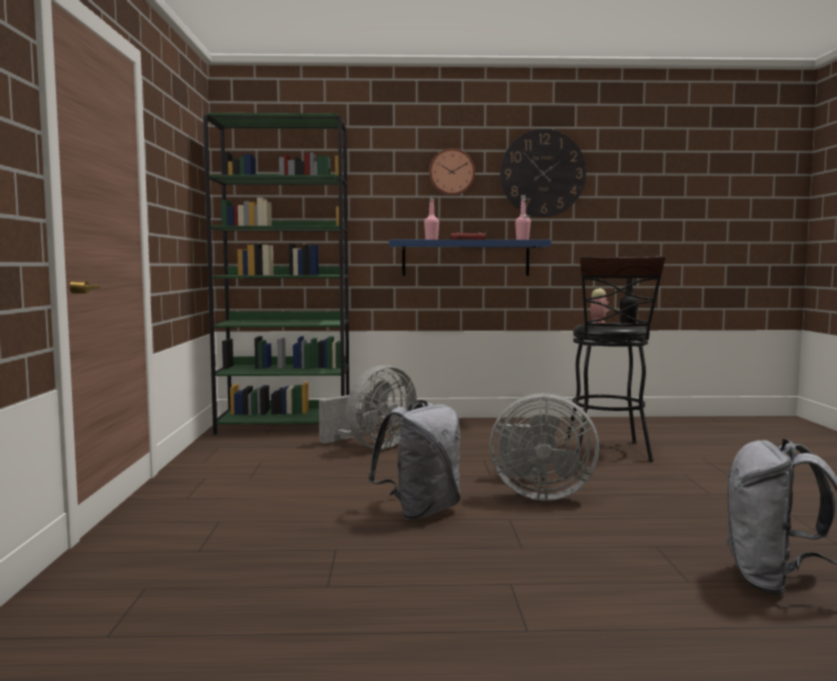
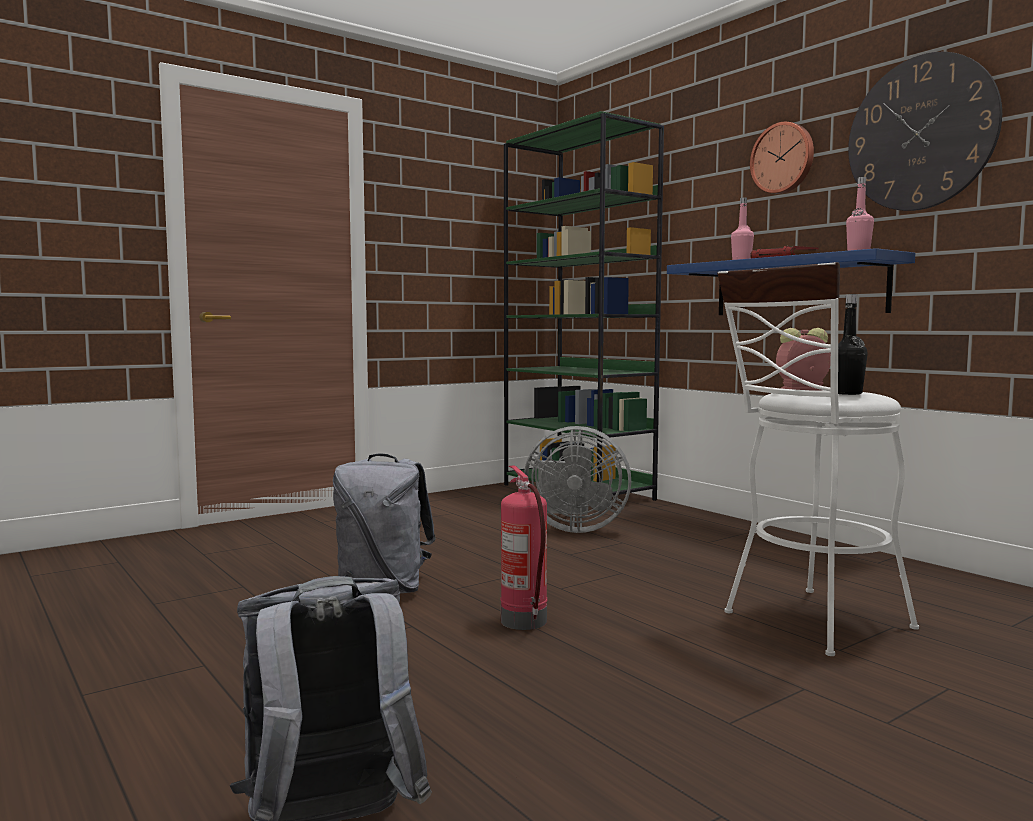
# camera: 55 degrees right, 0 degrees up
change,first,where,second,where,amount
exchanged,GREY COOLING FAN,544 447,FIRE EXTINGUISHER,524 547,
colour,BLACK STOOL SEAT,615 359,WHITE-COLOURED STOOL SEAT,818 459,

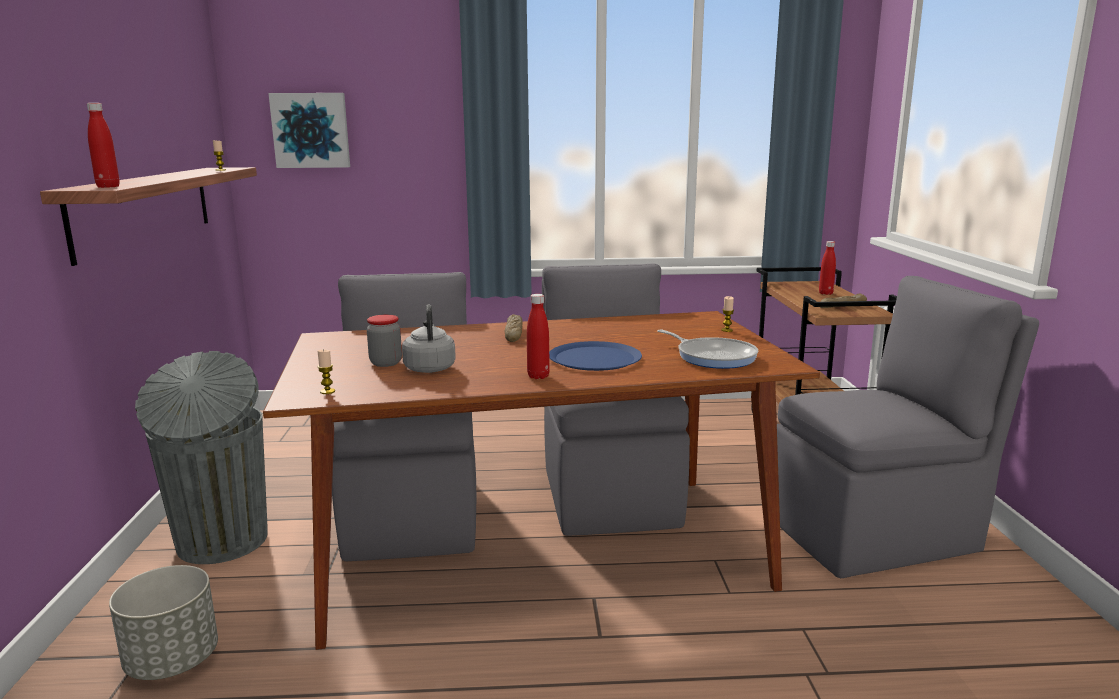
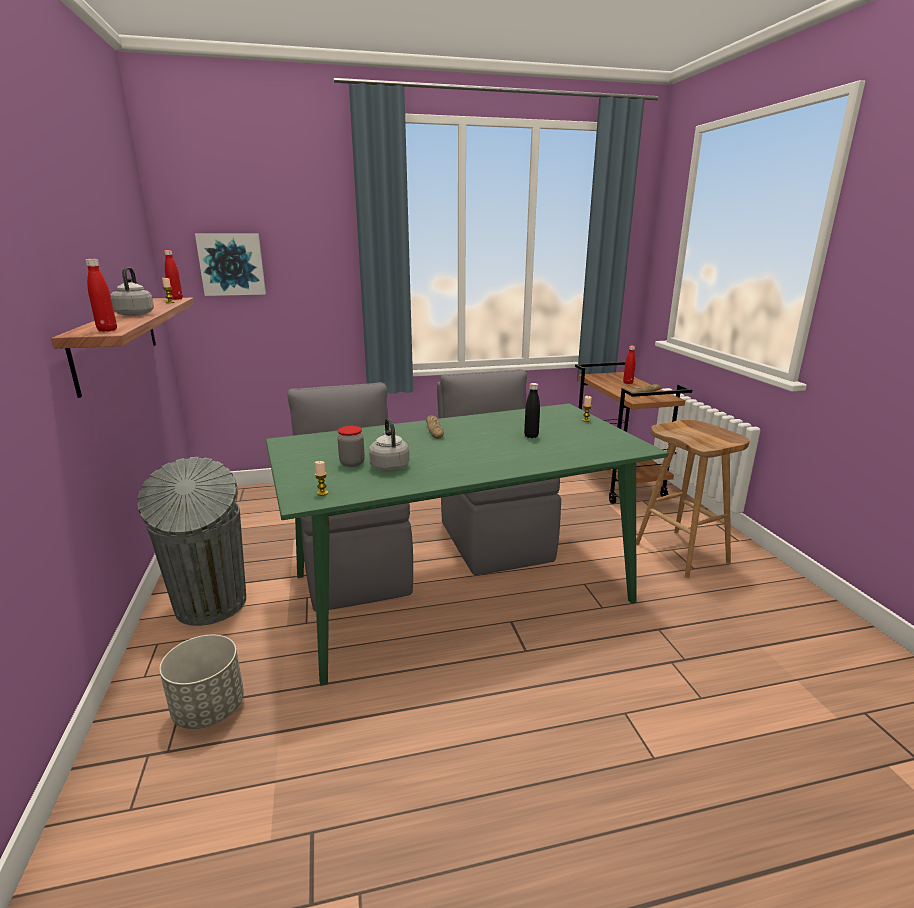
# camera: 10 degrees left, 5 degrees up
change,first,where,second,where,amount
appeared,,,GREY TEA KETTLE,132 291,
relocated,RED BOTTLE,538 336,,173 275,
colour,BROWN DINNER TABLE,541 480,GREEN DINNER TABLE,467 545,
appeared,,,BLACK BOTTLE,532 410,
exchanged,GREY PLAIN CHAIR,908 427,BROWN STOOL SEAT,693 499,
missing,BLUE-COLOURED PLATE,595 356,,,
missing,SKILLET,707 349,,,

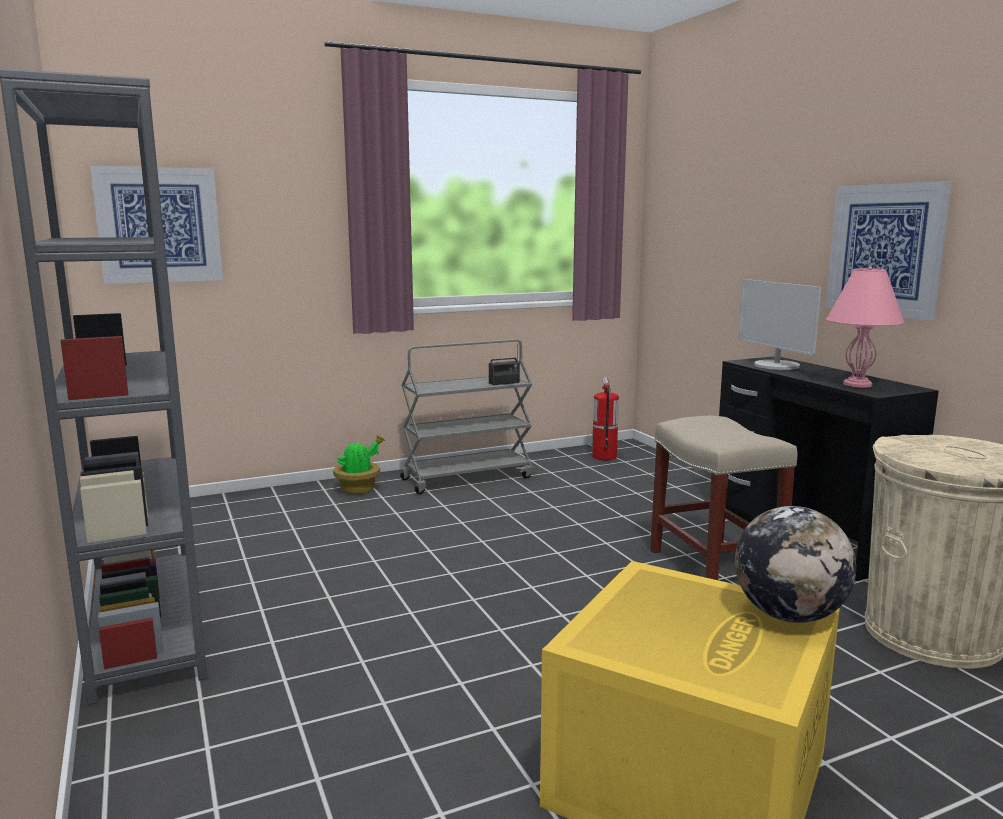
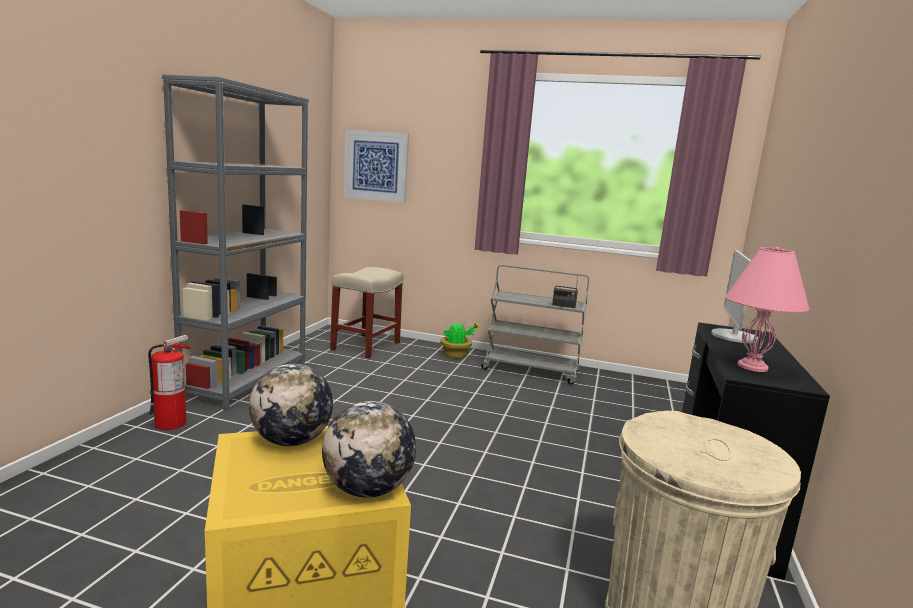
# camera: 40 degrees right, 0 degrees up
change,first,where,second,where,amount
relocated,FIRE EXTINGUISHER,605 418,,169 382,
appeared,,,WORLD GLOBE,291 405,
relocated,SAND-COLOURED STOOL SEAT,723 498,,367 312,
missing,WALL ART,888 250,,,

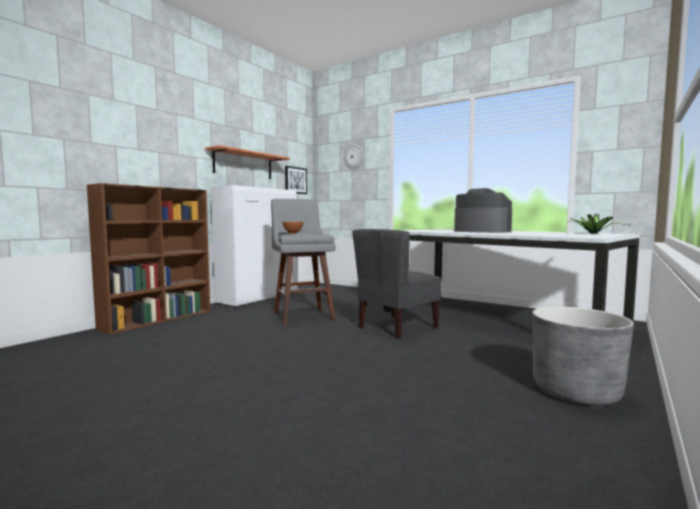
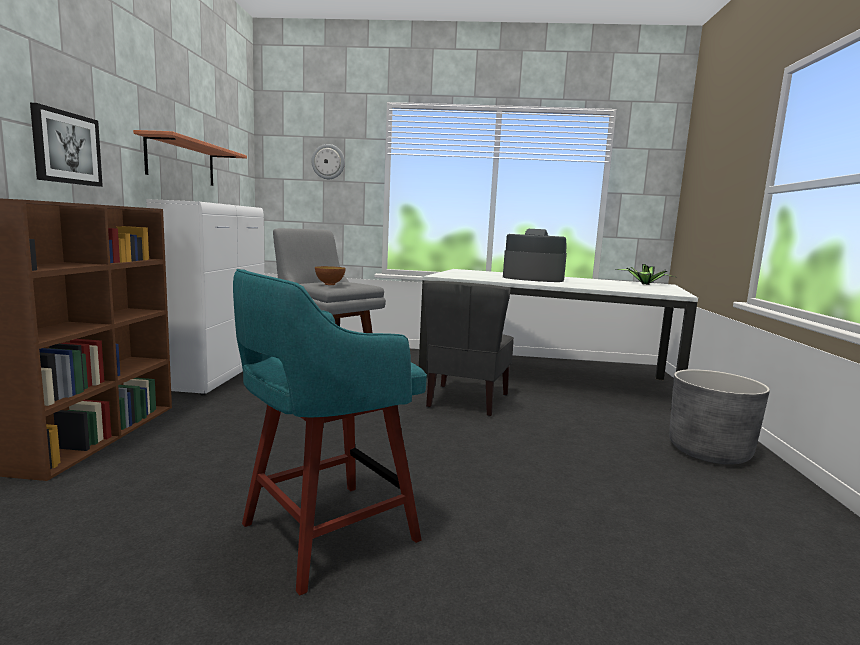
# camera: 30 degrees left, 5 degrees up
change,first,where,second,where,amount
relocated,WALL ART,296 180,,66 145,
appeared,,,BLUE-GREEN STOOL SEAT,330 432,

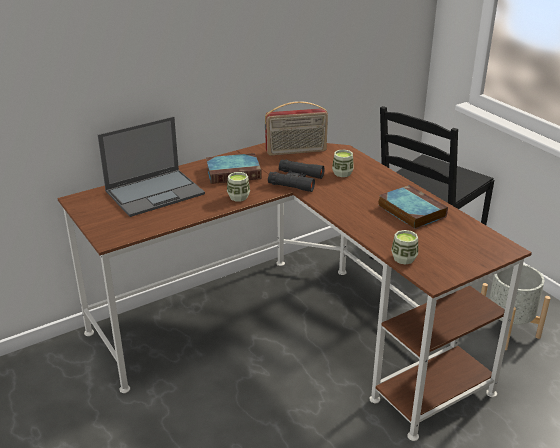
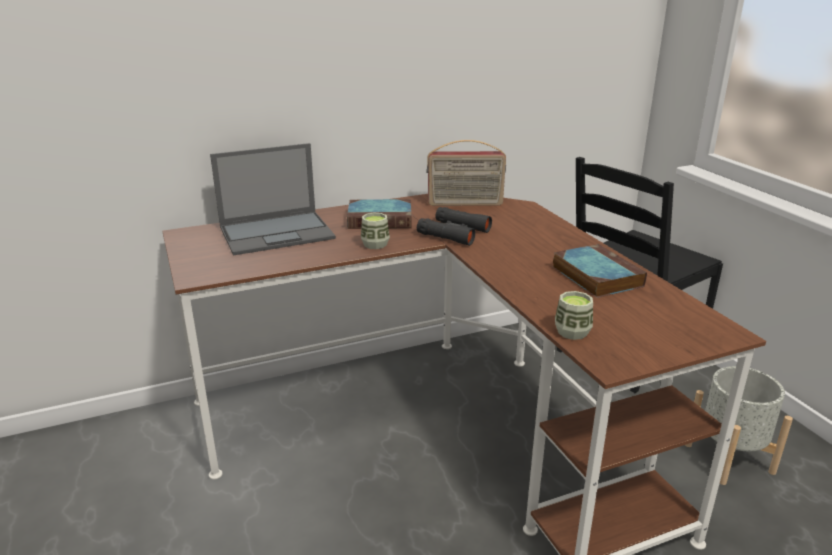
# camera: 10 degrees right, 5 degrees down
change,first,where,second,where,amount
missing,SMALL CUP,343 163,,,

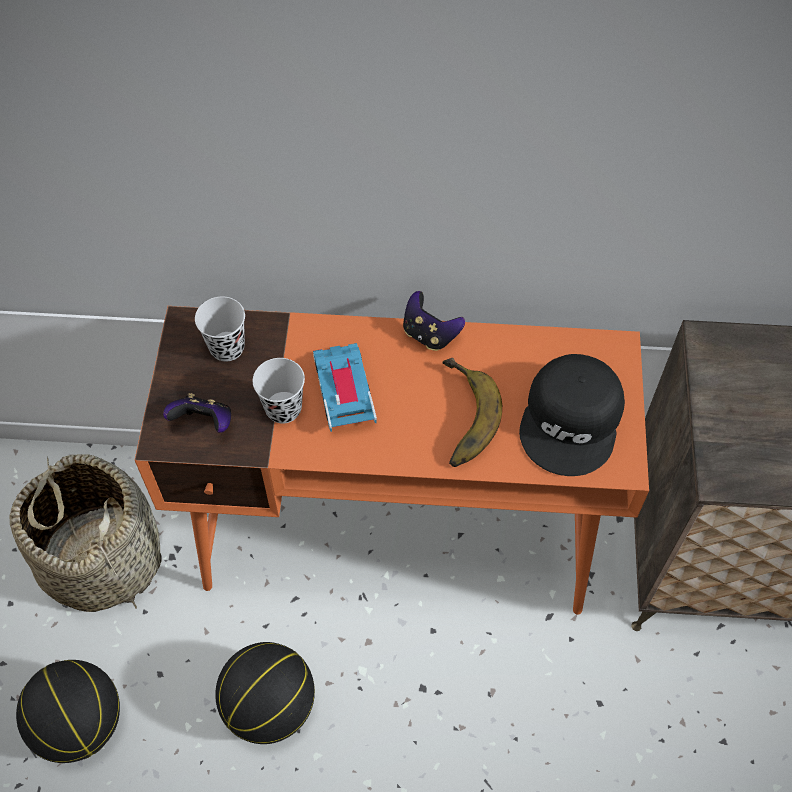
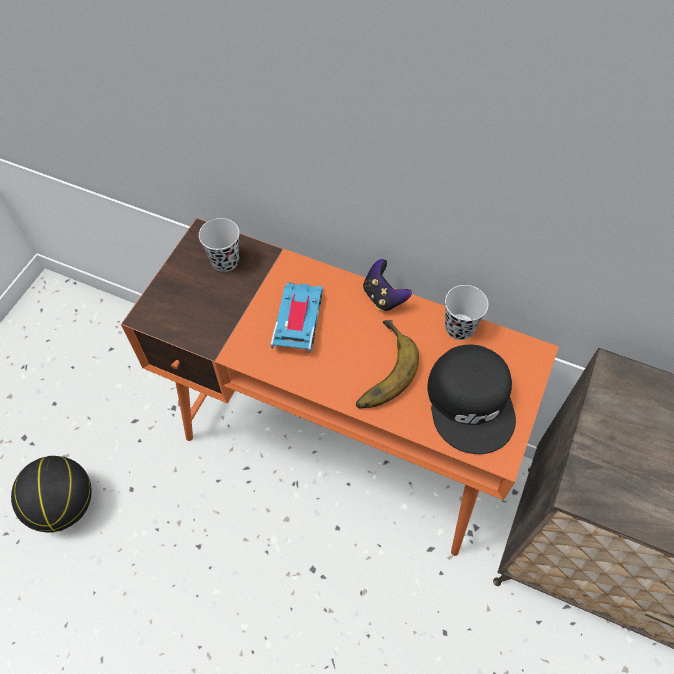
# camera: 20 degrees right, 0 degrees up
change,first,where,second,where,amount
spun,BLACK PEAKED CAP,572 415,,471 399,45 degrees counterclockwise
relocated,BLACK SMALL CUP,279 391,,466 312,
missing,STORAGE BASKET,85 533,,,
missing,JOYPAD,197 413,,,
missing,BASKETBALL BALL,265 693,,,

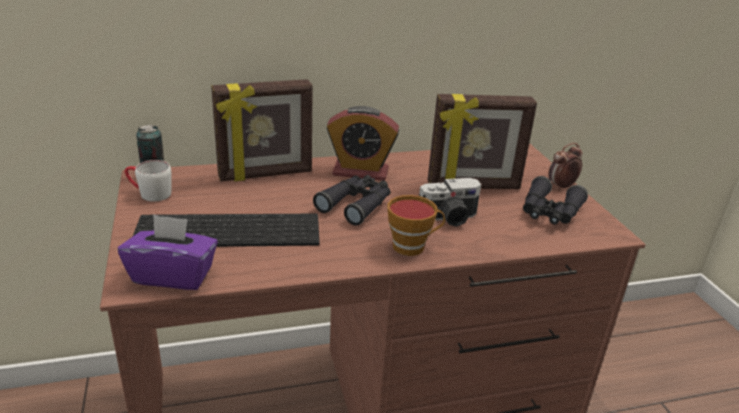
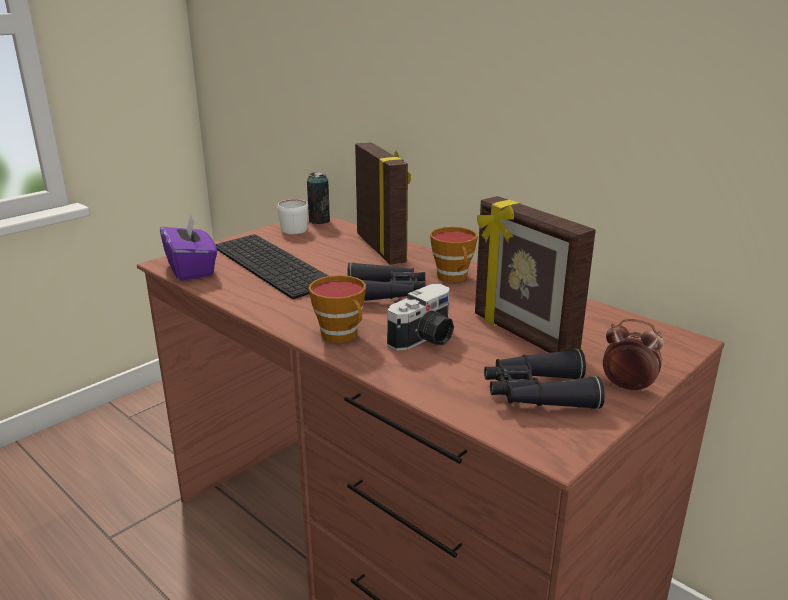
# camera: 60 degrees right, 5 degrees down
change,first,where,second,where,amount
spun,PICTURE FRAME,262 130,,383 203,150 degrees counterclockwise
spun,STILL CAMERA,450 202,,420 317,90 degrees counterclockwise
exchanged,TABLE CLOCK,362 143,SMALL CUP,454 254,

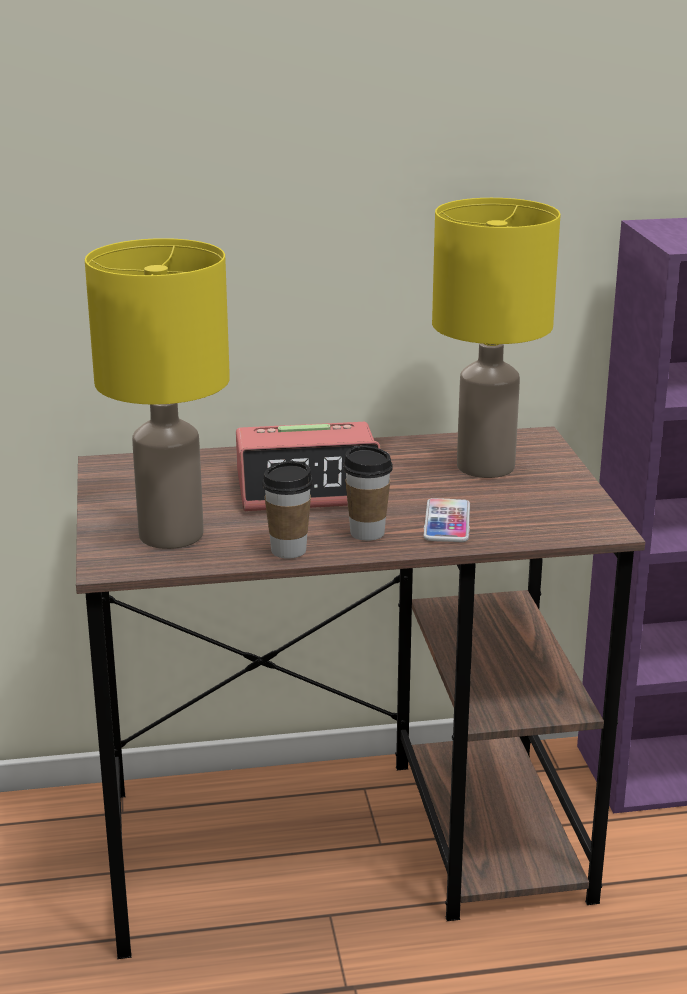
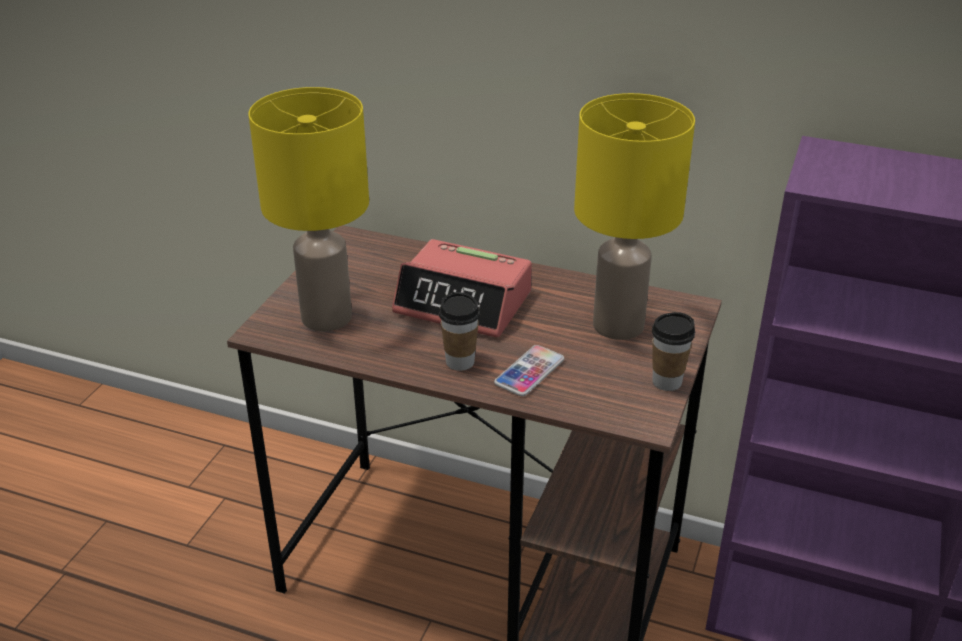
# camera: 30 degrees right, 10 degrees up
change,first,where,second,where,amount
relocated,SMALL CUP,287 510,,673 351,

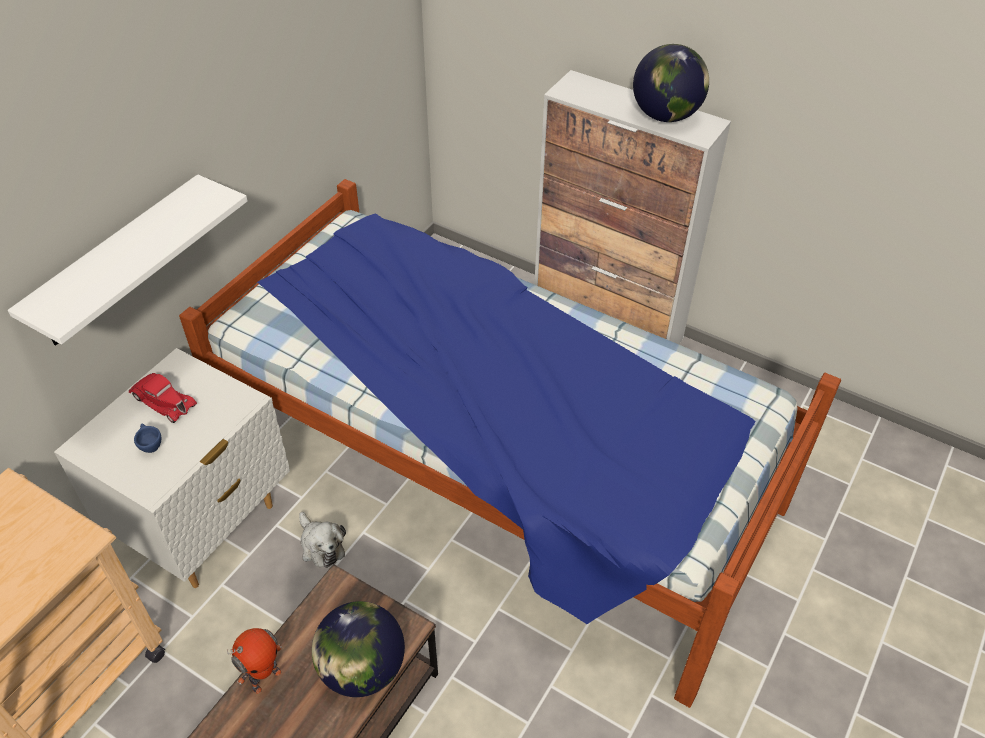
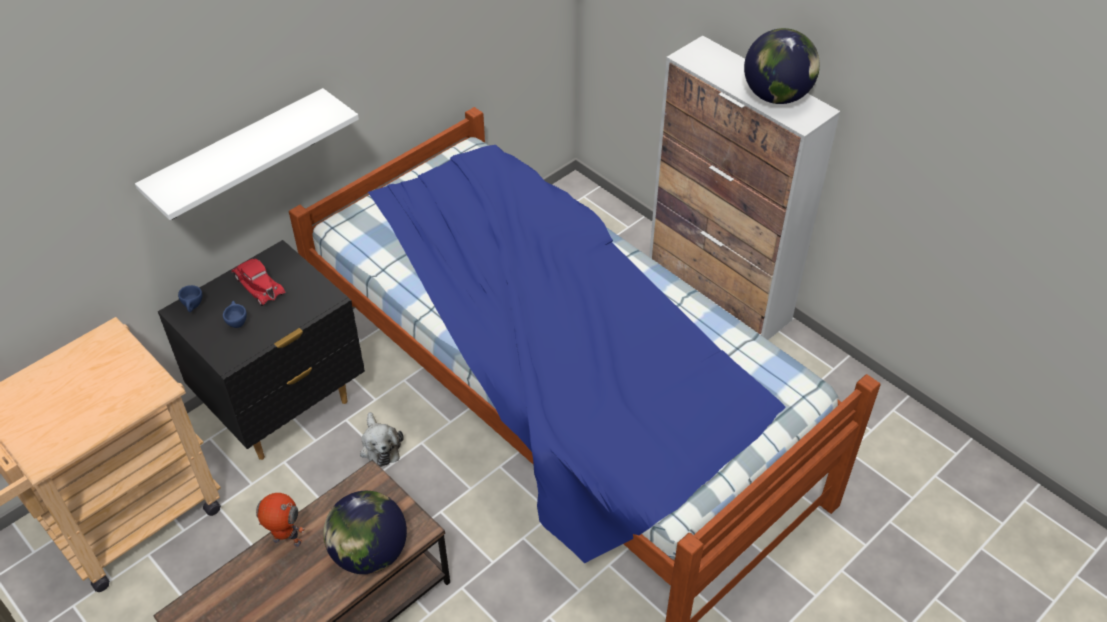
# camera: 15 degrees right, 0 degrees up
change,first,where,second,where,amount
colour,WHITE-COLOURED BEDSIDE TABLE,172 468,BLACK BEDSIDE TABLE,261 350,
appeared,,,BLUE-COLOURED SMALL CUP,190 298,
spun,ROBOT FIGURE,254 661,,280 520,135 degrees counterclockwise

